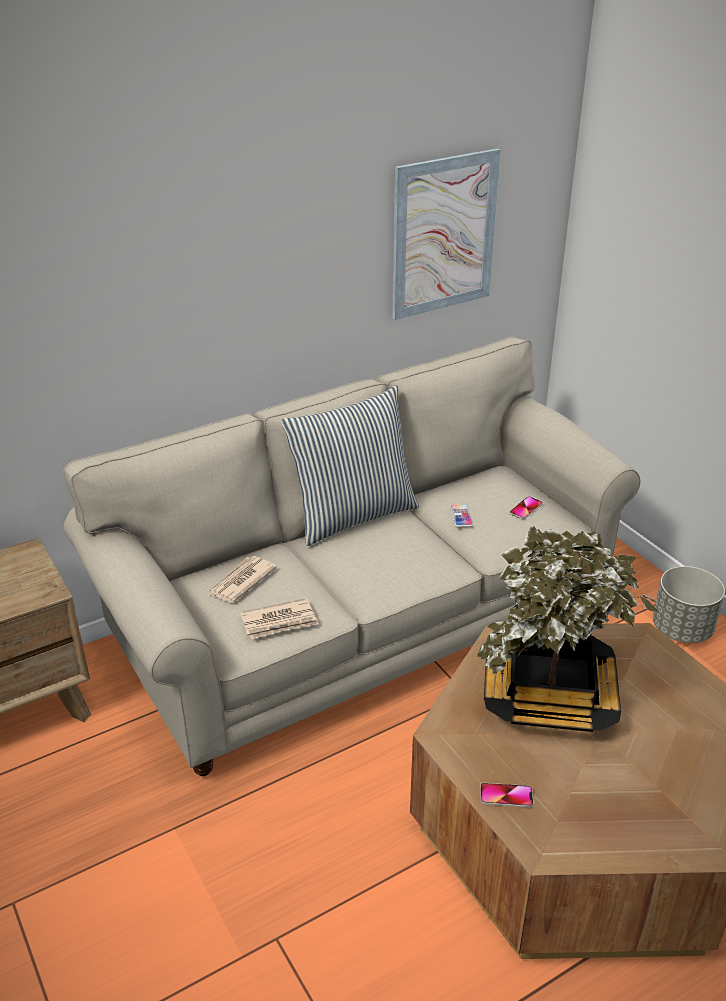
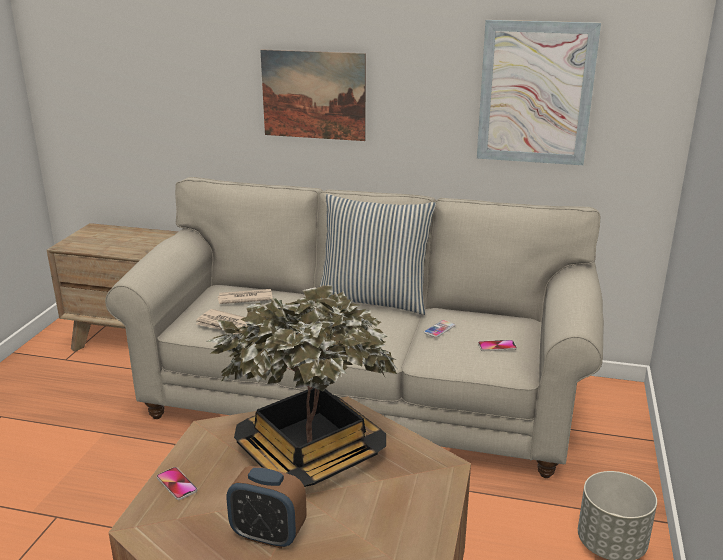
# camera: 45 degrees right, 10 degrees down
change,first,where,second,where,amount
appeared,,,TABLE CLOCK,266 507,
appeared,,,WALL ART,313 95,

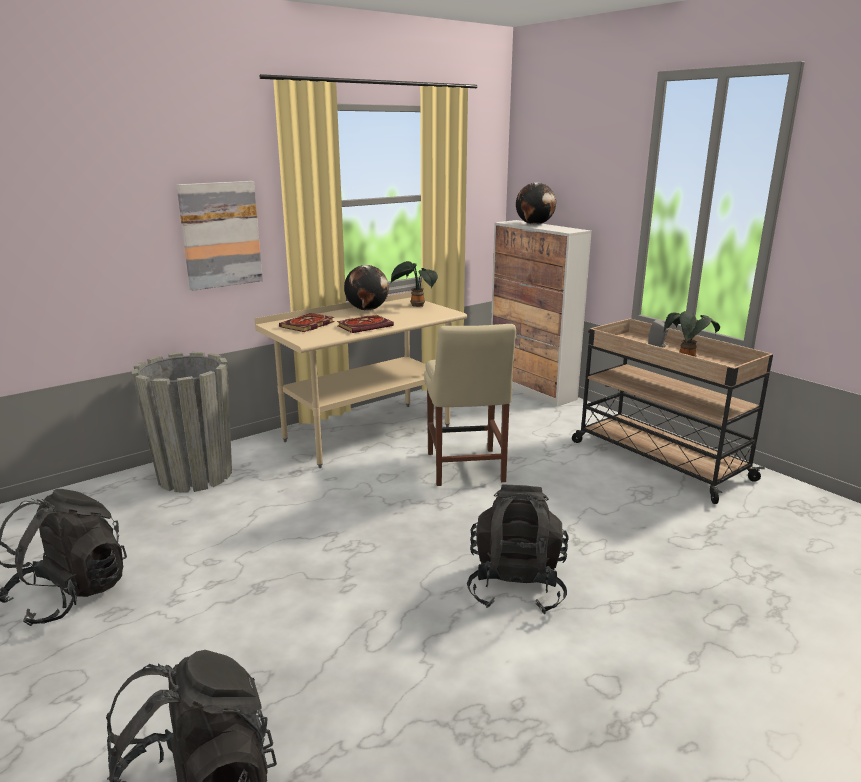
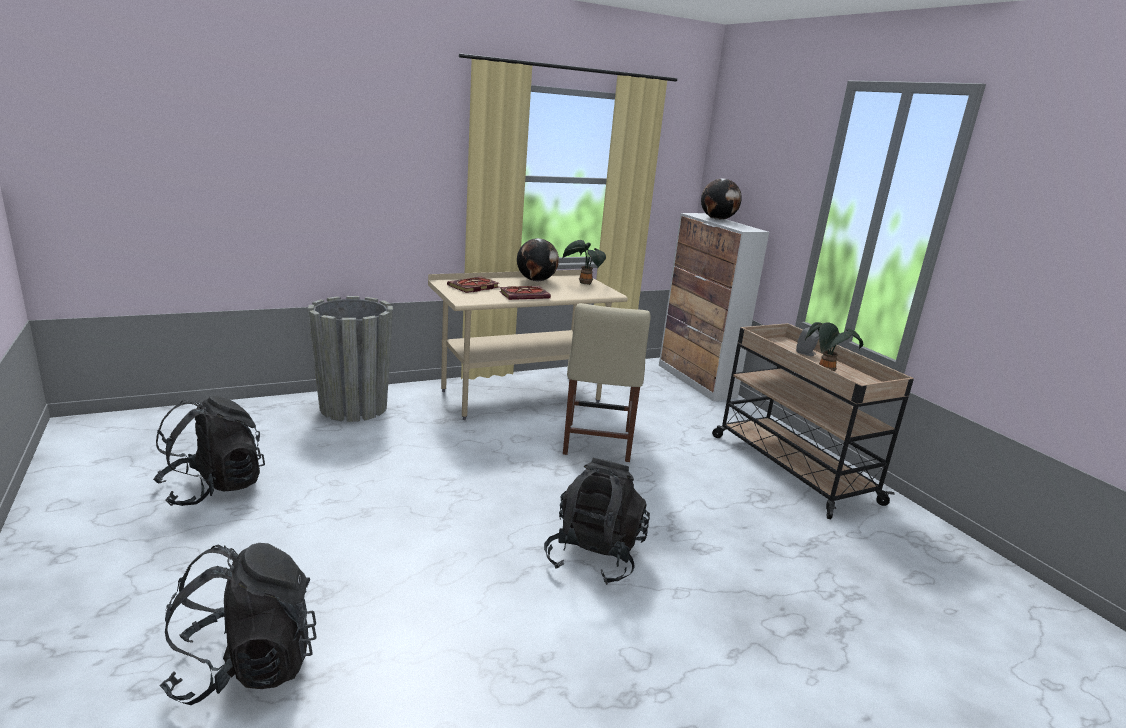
# camera: 10 degrees right, 0 degrees up
change,first,where,second,where,amount
missing,WALL ART,220 236,,,

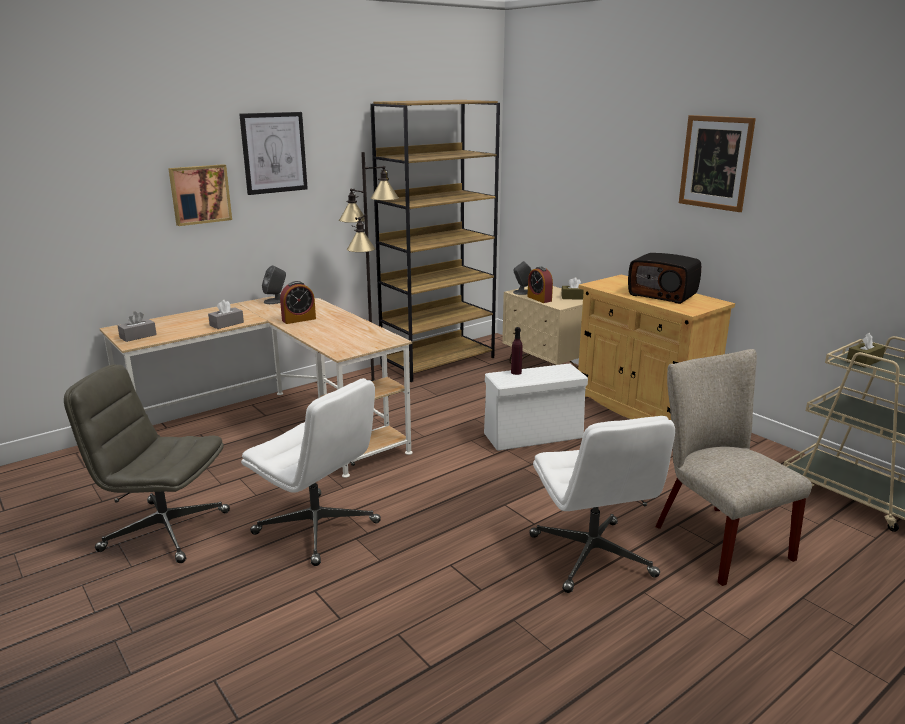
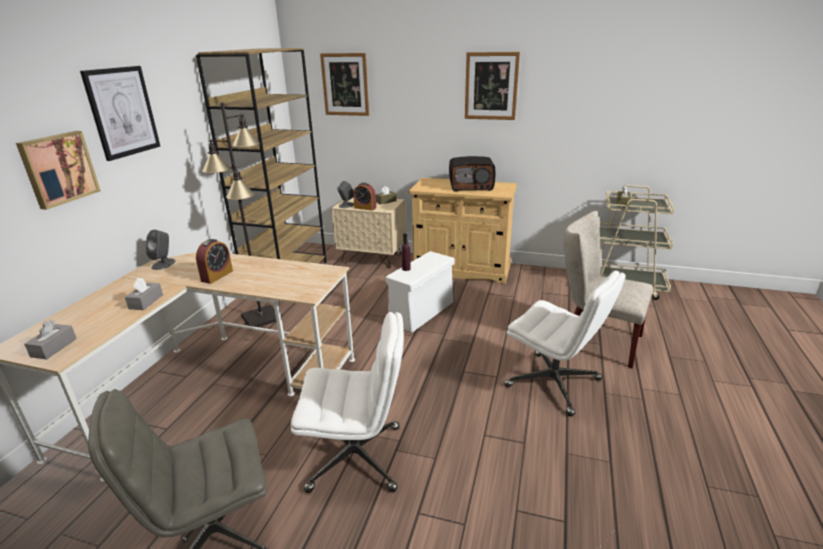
# camera: 35 degrees left, 5 degrees up
change,first,where,second,where,amount
appeared,,,WALL ART,344 84,

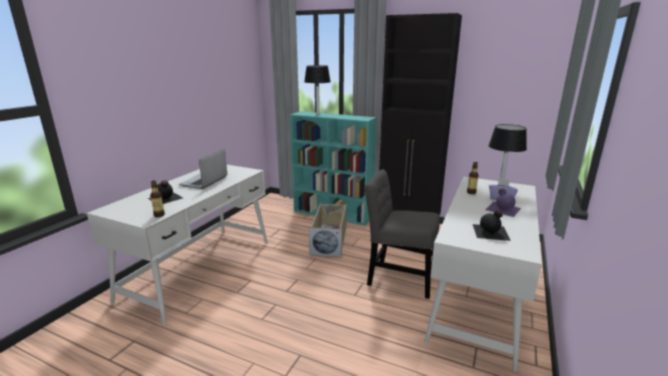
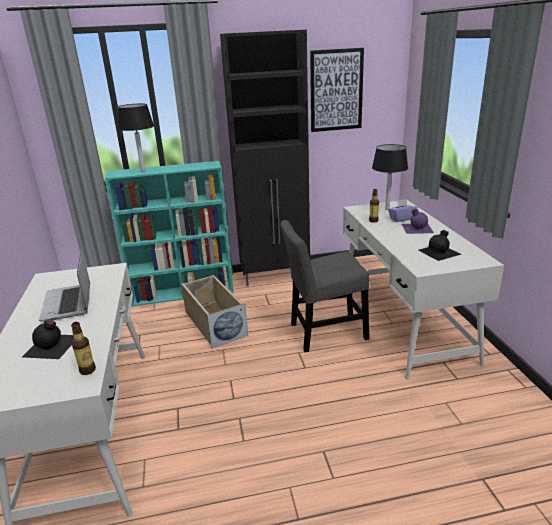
# camera: 35 degrees left, 5 degrees up
change,first,where,second,where,amount
appeared,,,WALL ART,337 90,

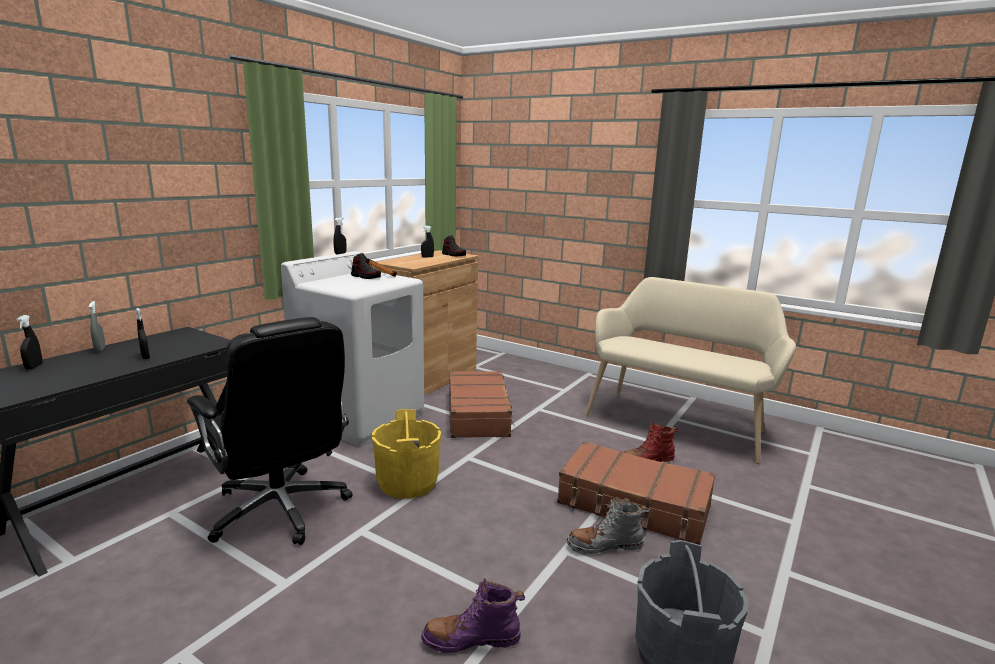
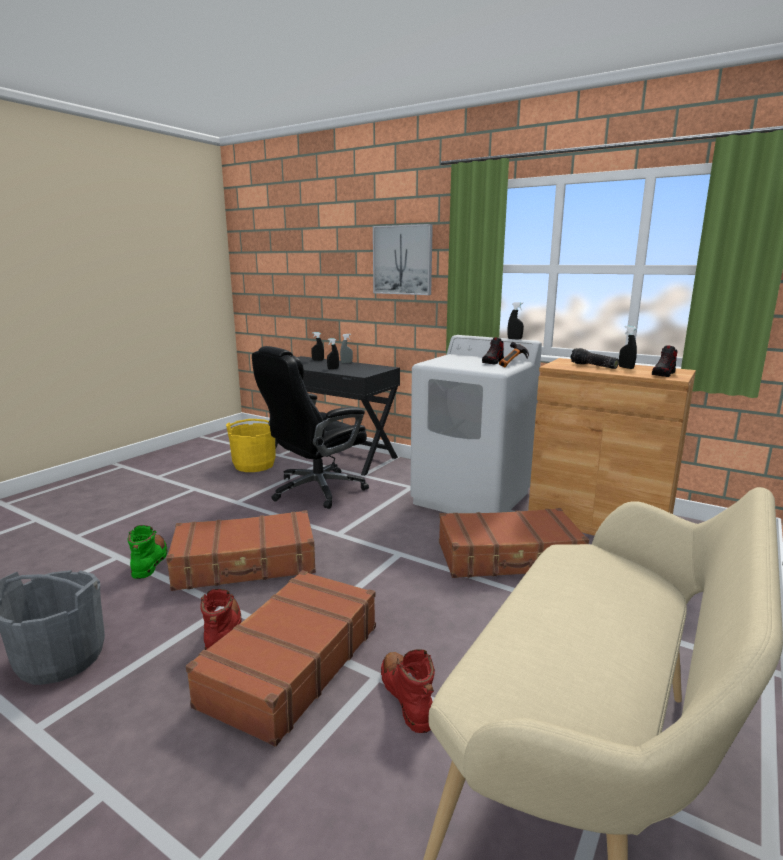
# camera: 90 degrees right, 0 degrees up
change,first,where,second,where,amount
colour,PURPLE-COLOURED TALL BOOT,473 615,GREEN TALL BOOT,147 552,
appeared,,,BROWN PIECE OF LUGGAGE,241 550,
colour,GREY TALL BOOT,607 525,RED TALL BOOT,220 619,
relocated,YELLOWISH BUCKET,406 454,,251 445,
appeared,,,WALL ART,403 259,
appeared,,,FLASHLIGHT,595 358,

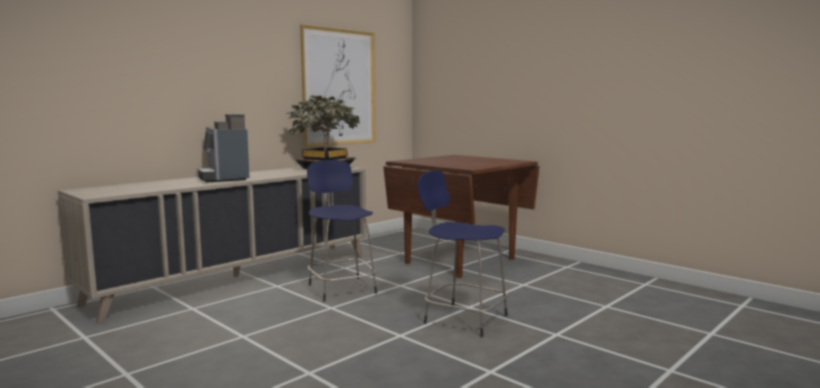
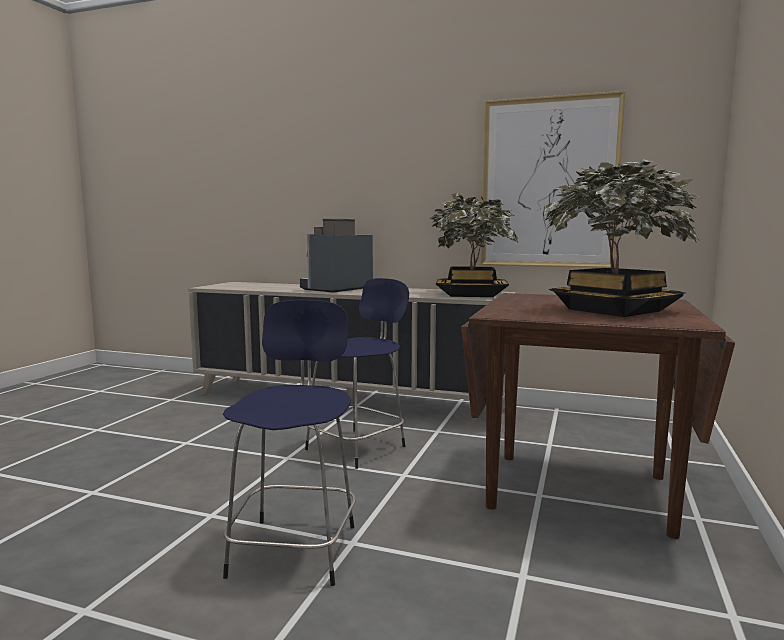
# camera: 65 degrees right, 0 degrees up
change,first,where,second,where,amount
appeared,,,POTTED PLANT,621 238,

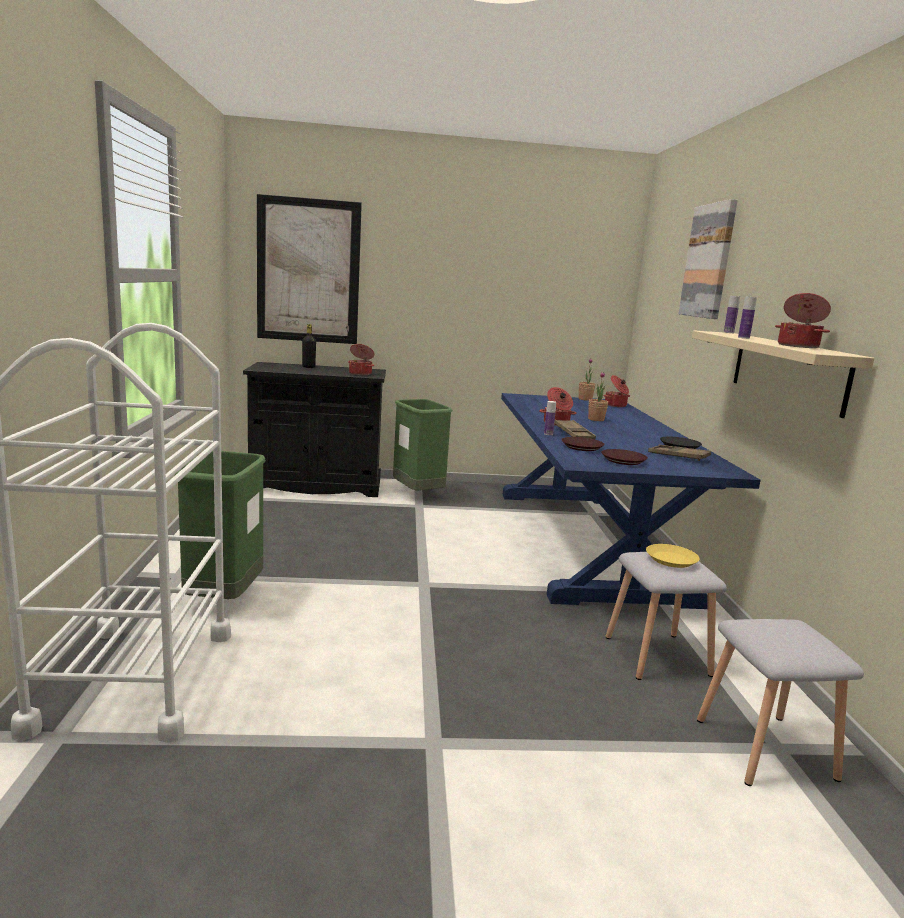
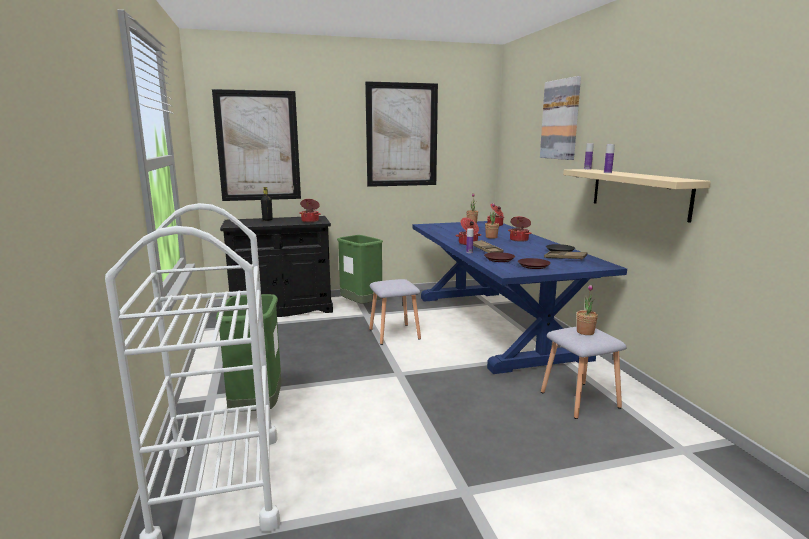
# camera: 10 degrees left, 0 degrees up
change,first,where,second,where,amount
appeared,,,WALL ART,401 134,
relocated,GREY STOOL SEAT,780 702,,395 312,
relocated,SAUCEPOT,803 320,,520 229,
exchanged,YELLOWISH PLATE,673 556,POTTED PLANT,587 309,

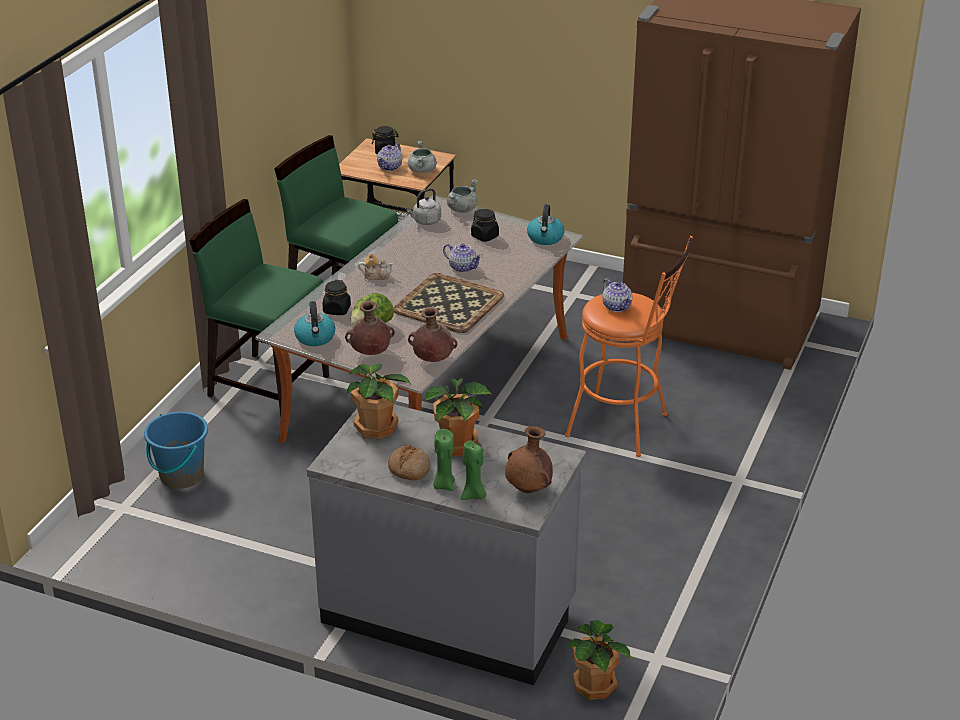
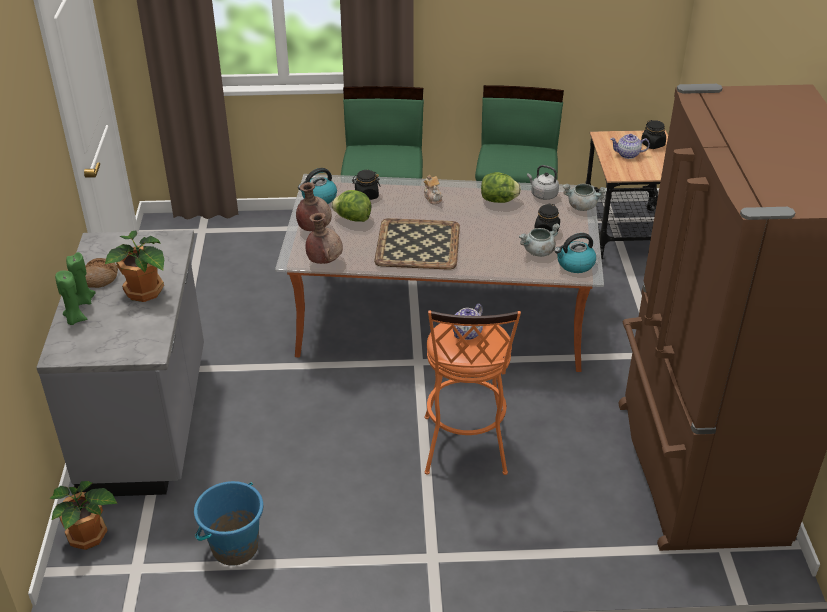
# camera: 65 degrees right, 5 degrees up
change,first,where,second,where,amount
relocated,BLUE-COLOURED BUCKET,176 450,,229 523,
appeared,,,LETTUCE HEAD,501 187,
relocated,GREY SAUCEPOT,422 157,,539 240,
missing,POTTED PLANT,379 401,,,
missing,TEA POT,462 258,,,
missing,BROWN VASE,529 459,,,

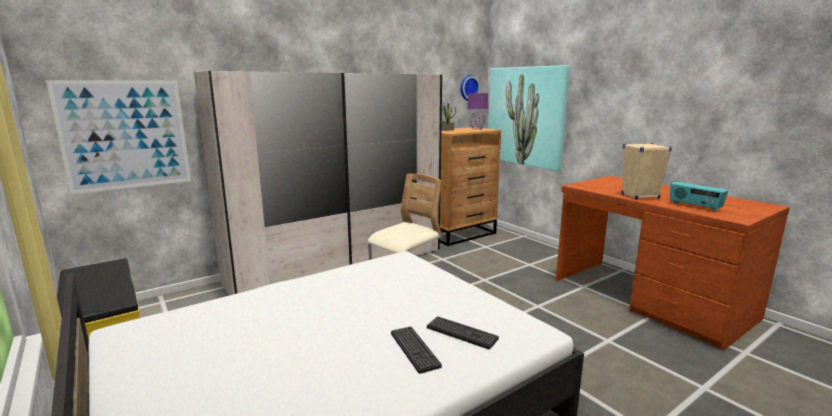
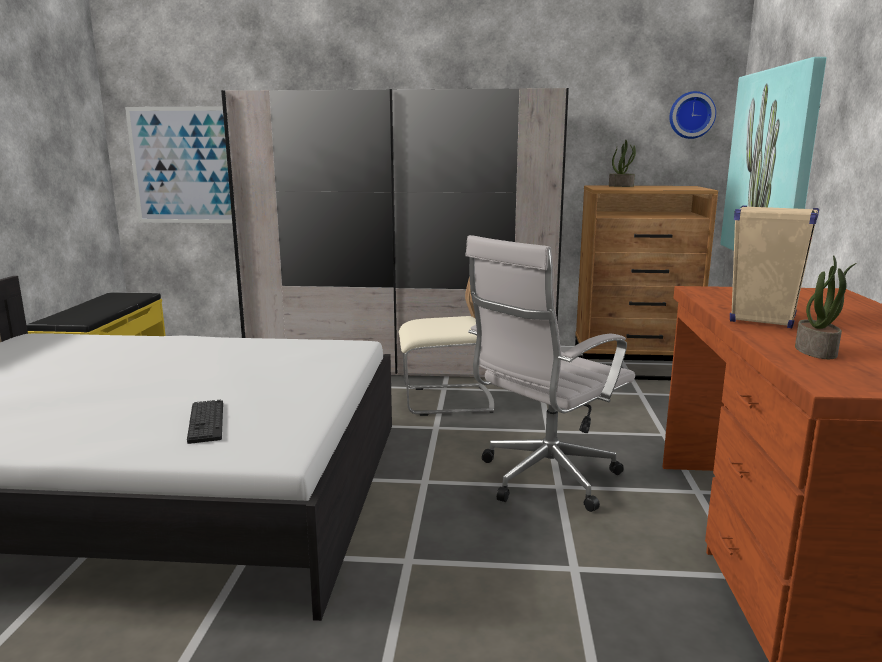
# camera: 40 degrees right, 0 degrees up
change,first,where,second,where,amount
appeared,,,WHITE-COLOURED COMPUTER CHAIR,550 373,
exchanged,RADIO,699 197,POTTED PLANT,826 307,
missing,KEYBOARD,416 350,,,
missing,PURPLE-COLOURED LAMP FOR A TABLE,478 111,,,

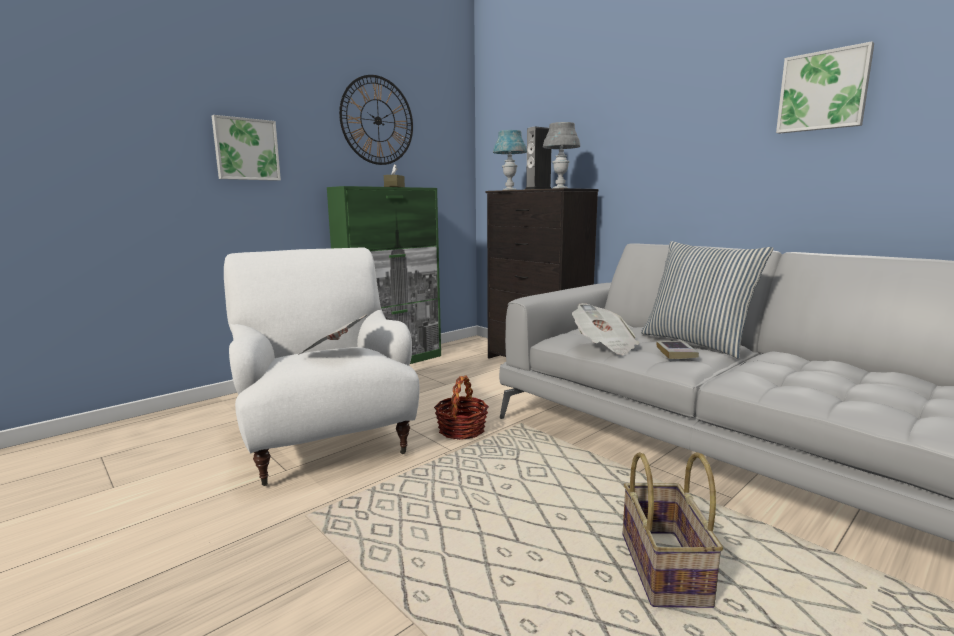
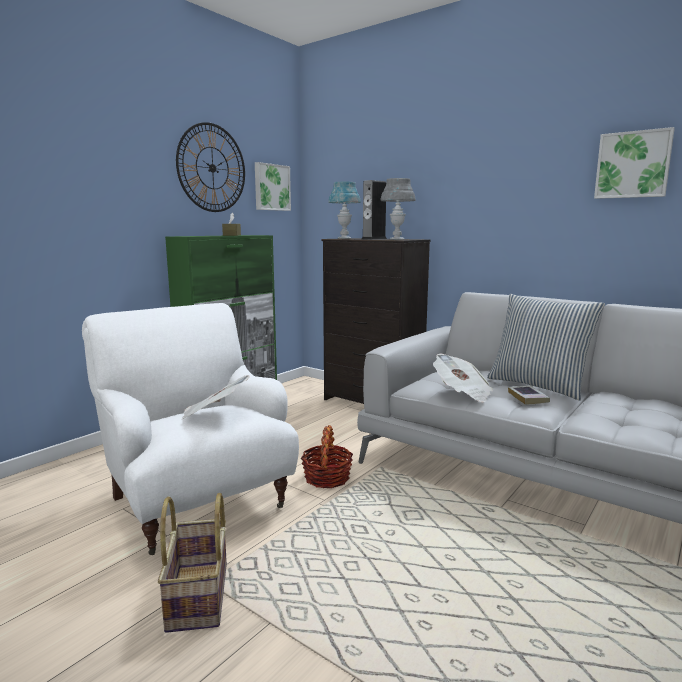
# camera: 10 degrees left, 0 degrees up
change,first,where,second,where,amount
relocated,STORAGE BASKET,672 530,,192 563,
relocated,WALL ART,246 148,,273 186,

